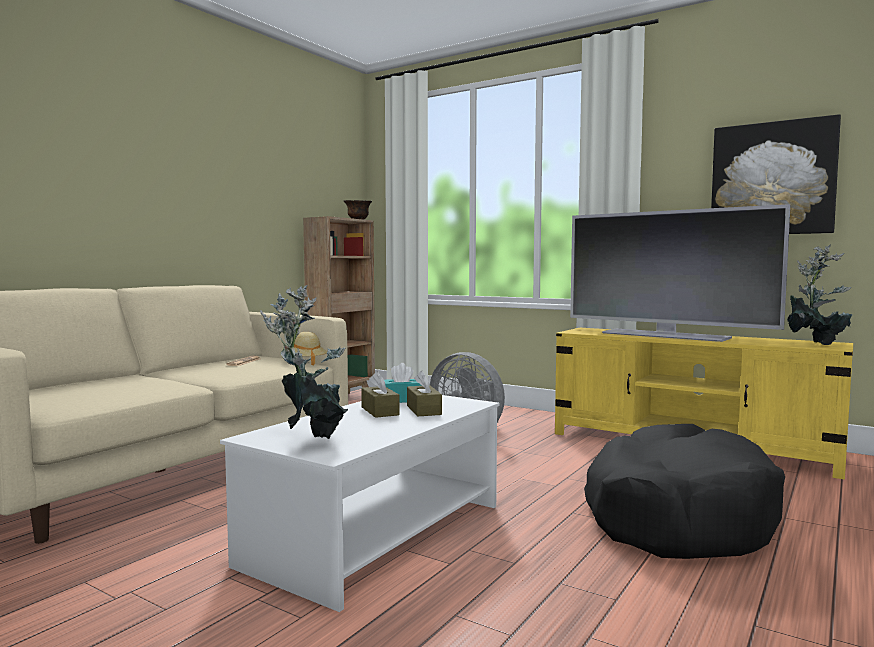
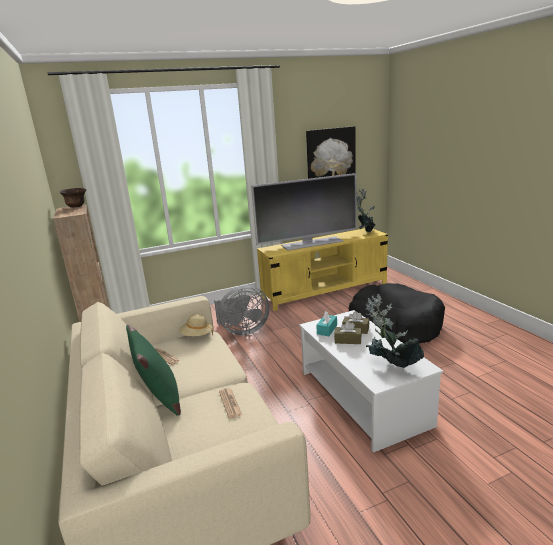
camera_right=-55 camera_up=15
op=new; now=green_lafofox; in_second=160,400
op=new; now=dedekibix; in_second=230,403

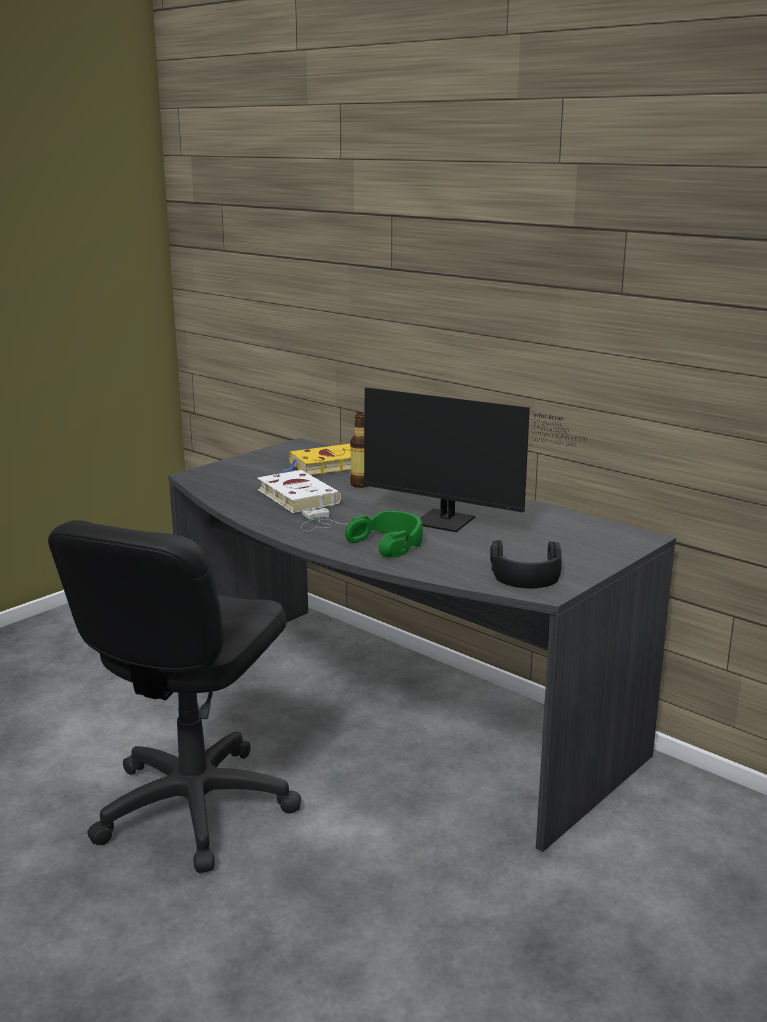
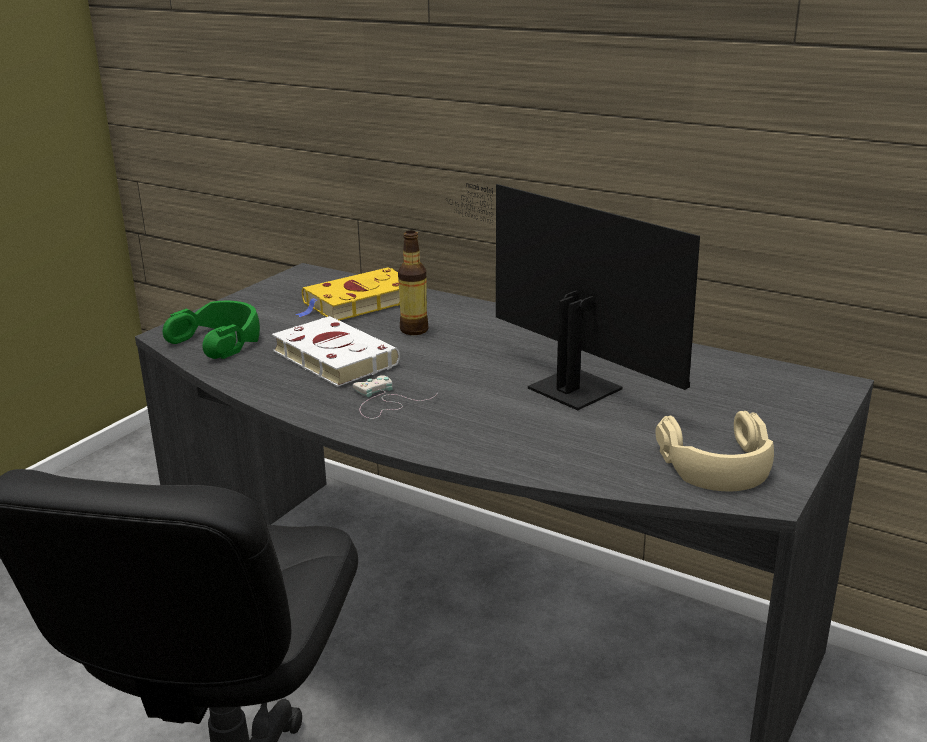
camera_right=-10 camera_up=5
op=shifted; was=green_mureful; in_first=388,543; in_second=219,341
op=repainted; was=black_mureful; now=beige_mureful; in_first=526,573; in_second=717,464
op=rotated; was=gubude; in_first=451,523; in_second=567,383; clockwise=-150

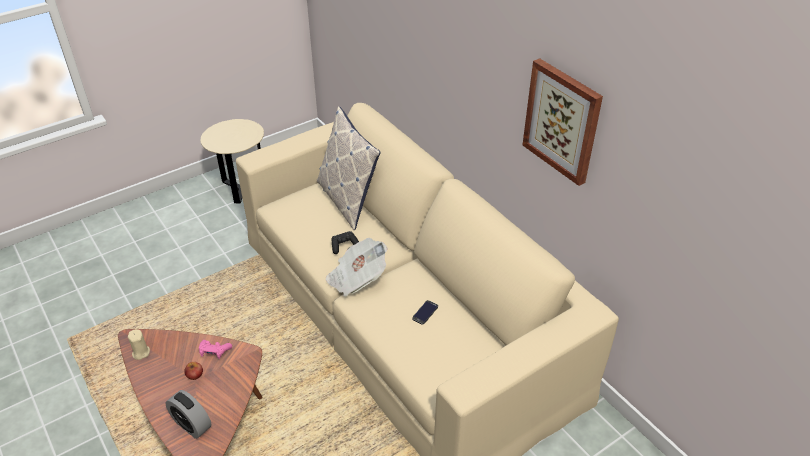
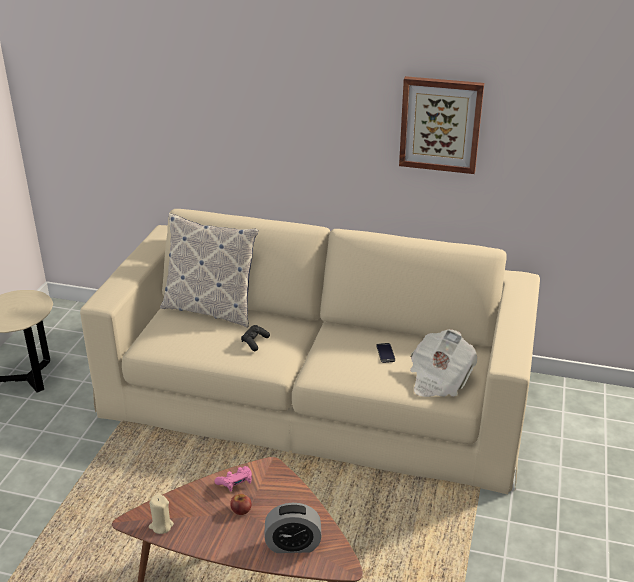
camera_right=-40 camera_up=-10
op=shifted; was=dedekibix; in_first=357,278; in_second=439,379

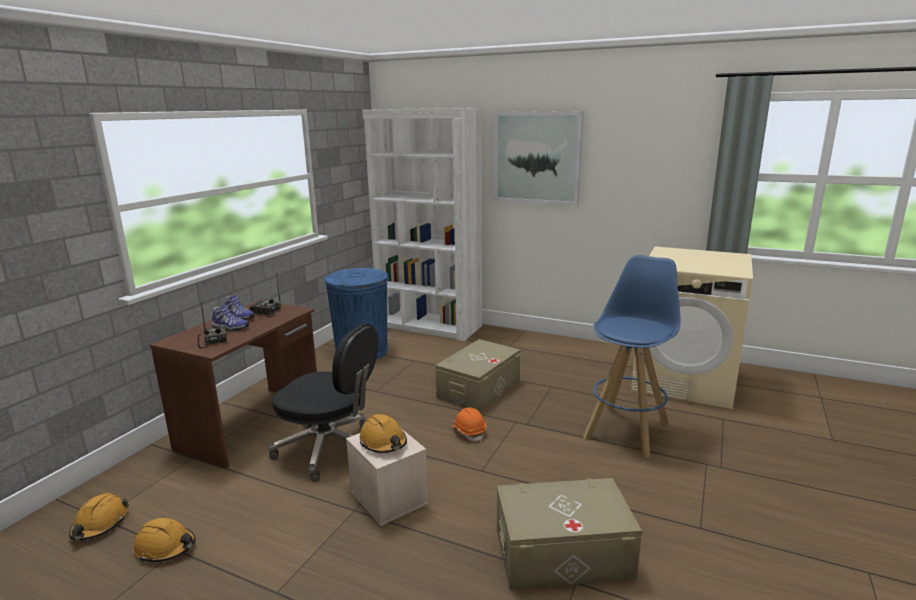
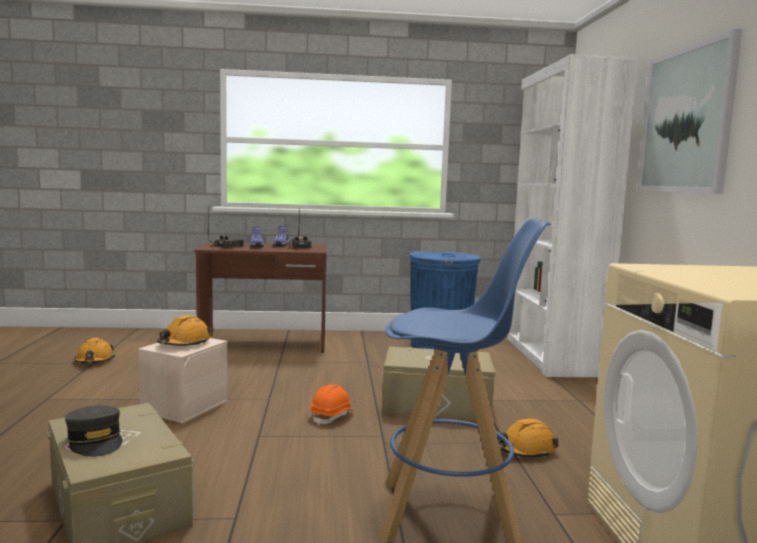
camera_right=60 camera_up=-10
op=gone; was=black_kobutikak; in_first=330,449
op=new; now=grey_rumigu; in_second=95,441
op=shifted; was=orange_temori; in_first=100,524; in_second=525,450

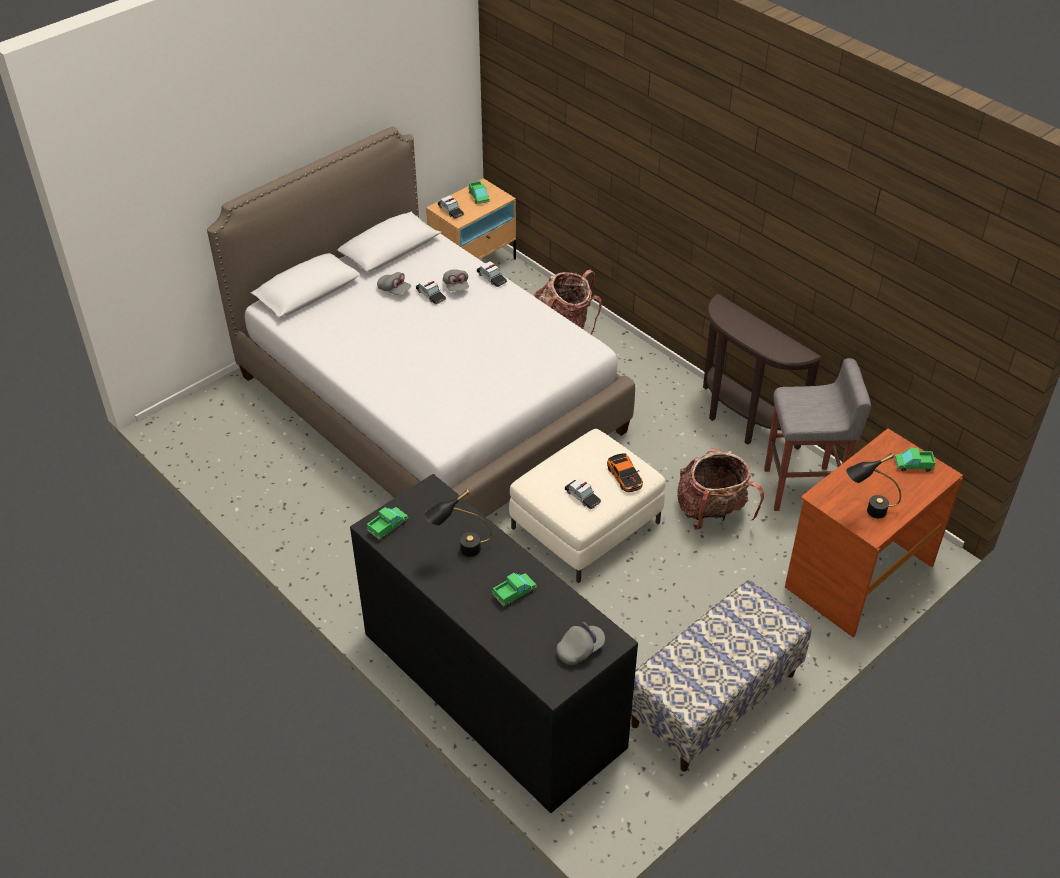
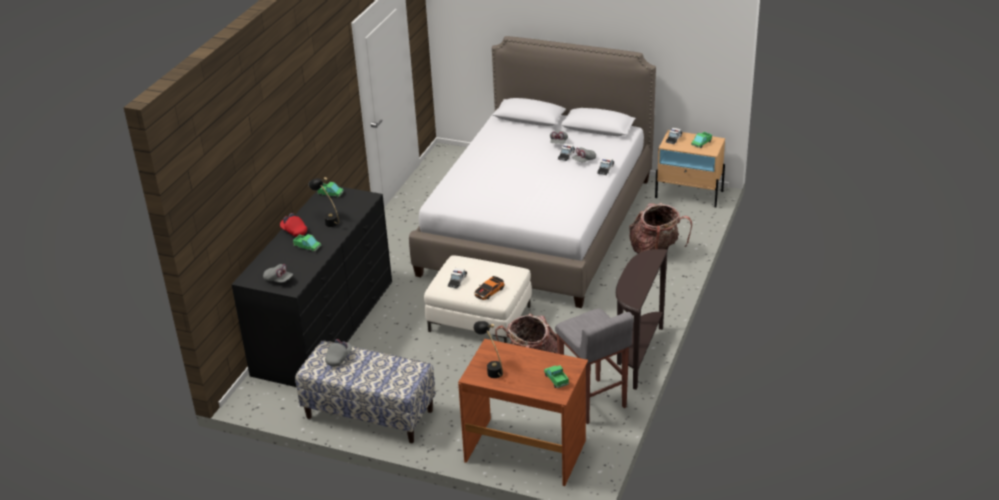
camera_right=65 camera_up=-10
op=new; now=red_rumigu; in_second=294,231
op=new; now=grey_rumigu; in_second=339,358

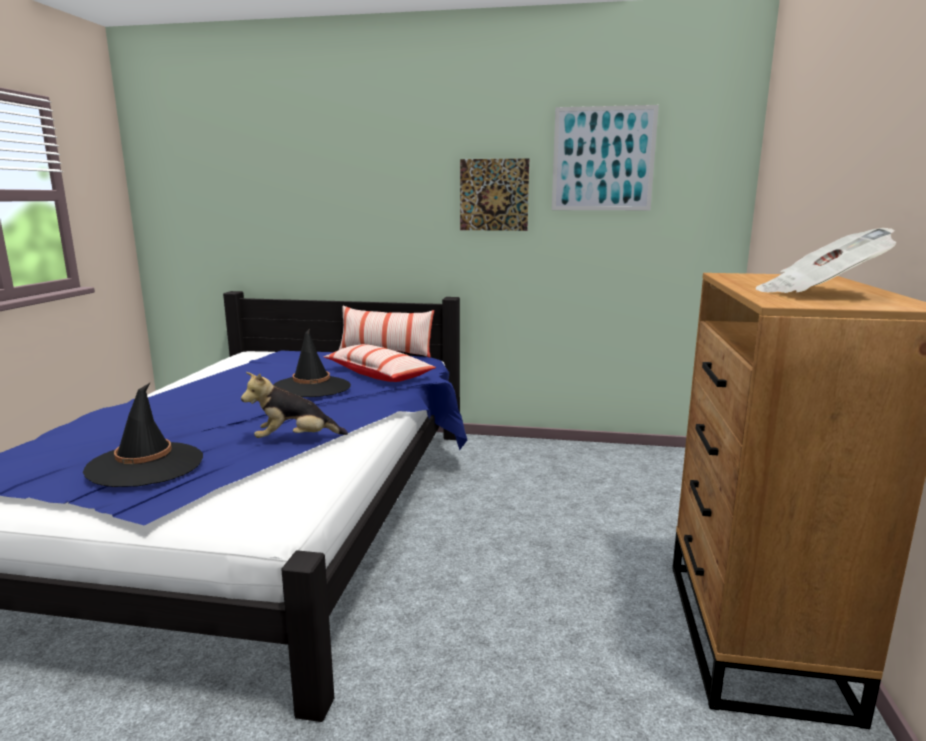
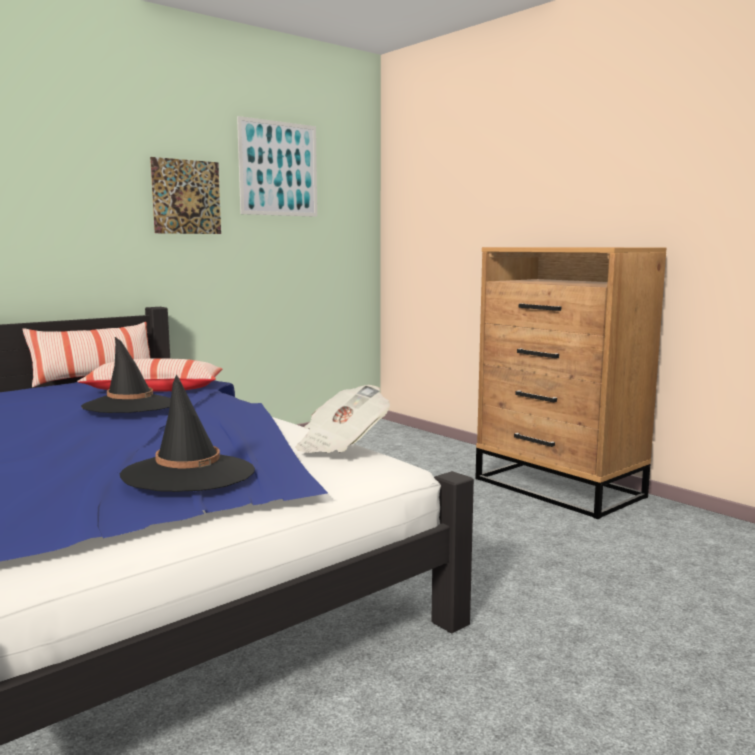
camera_right=-50 camera_up=-5
op=gone; was=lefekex; in_first=295,440
op=shifted; was=dedekibix; in_first=818,293; in_second=341,444

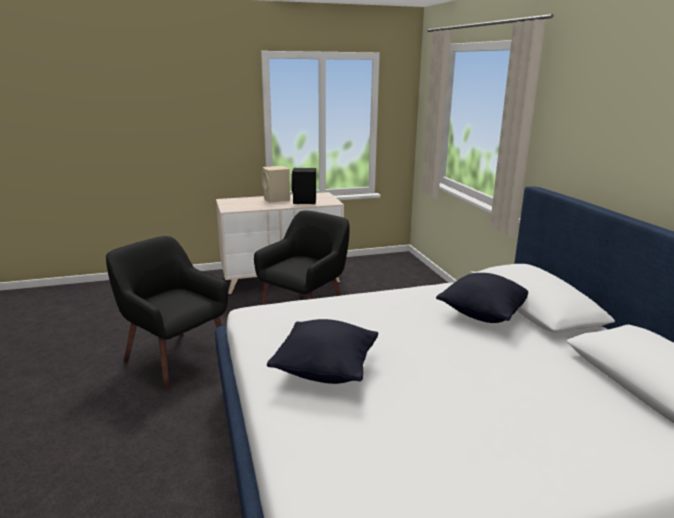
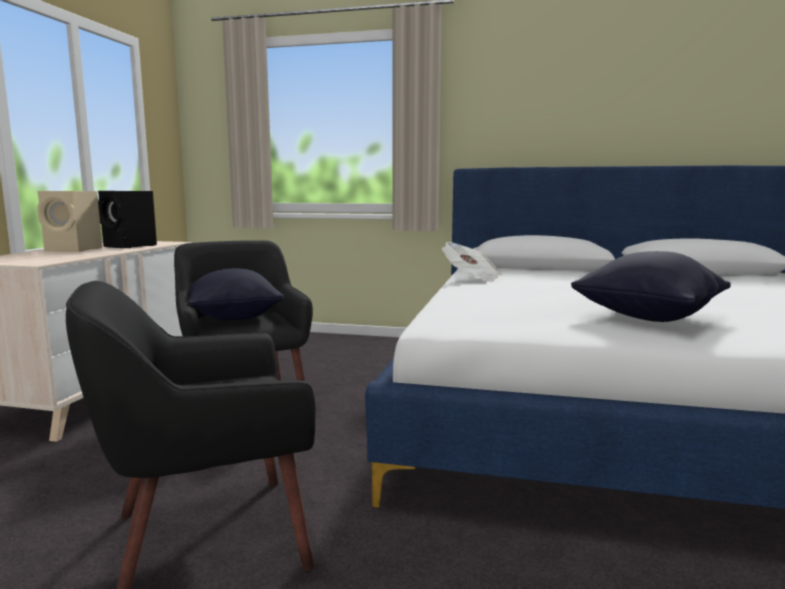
camera_right=-60 camera_up=-10
op=new; now=dedekibix; in_second=471,278
op=shifted; was=black_lafofox; in_first=483,314; in_second=234,317

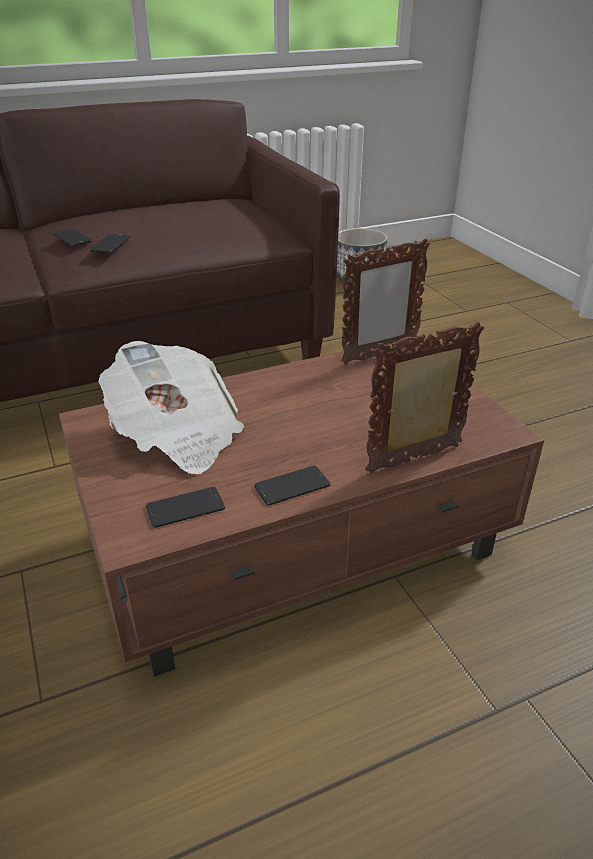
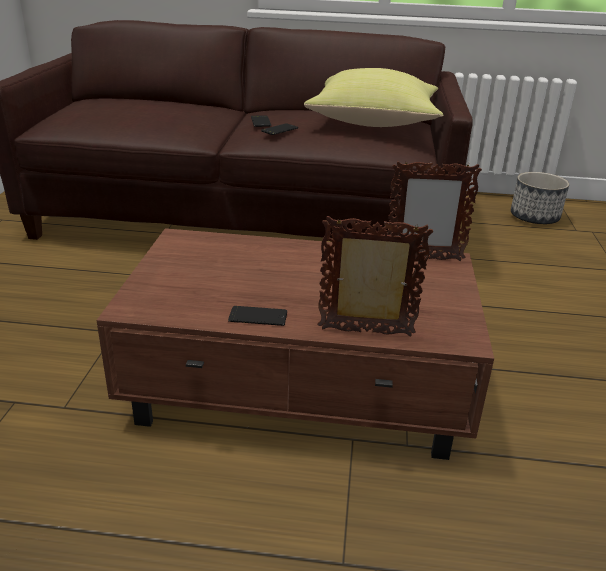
camera_right=30 camera_up=-5
op=gone; was=dedekibix; in_first=177,435
op=gone; was=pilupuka; in_first=185,508
op=new; now=yellow_lafofox; in_second=375,122

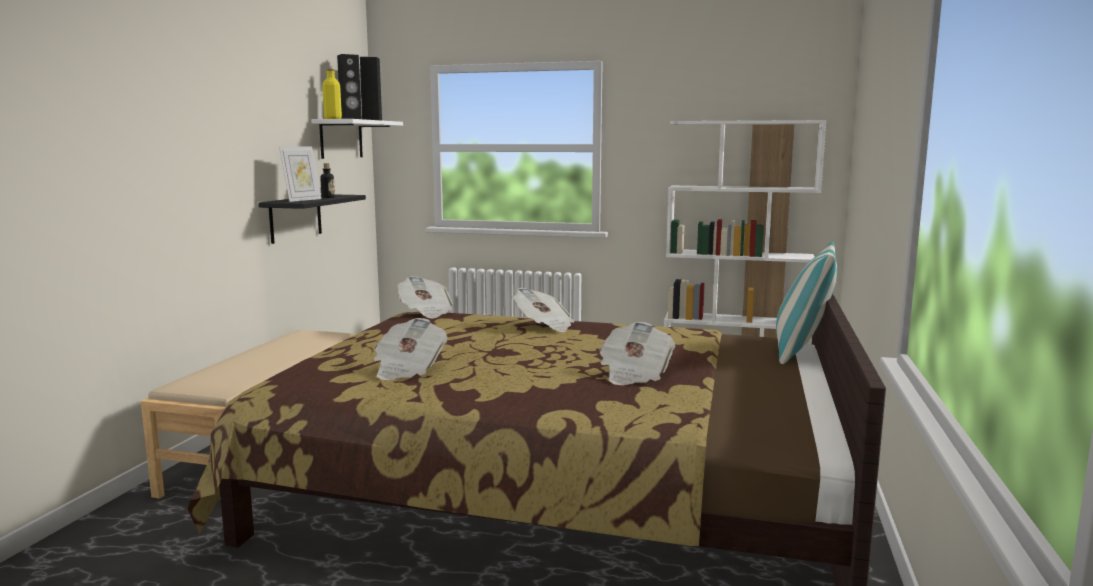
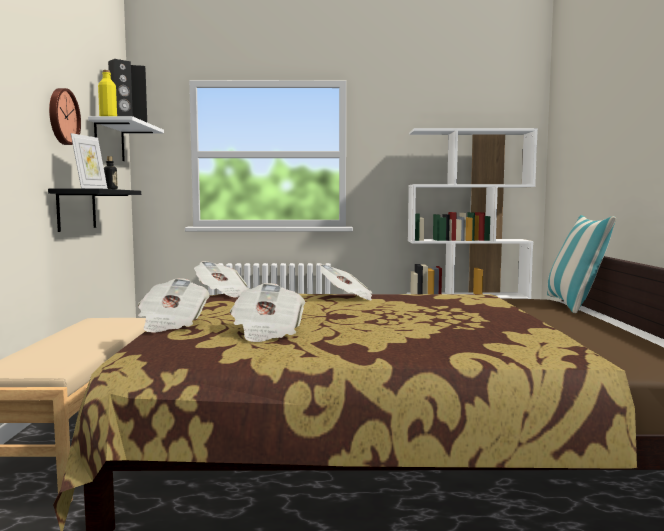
camera_right=-15 camera_up=-5
op=new; now=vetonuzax; in_second=62,116
op=shifted; was=dedekibix; in_first=634,374; in_second=171,324

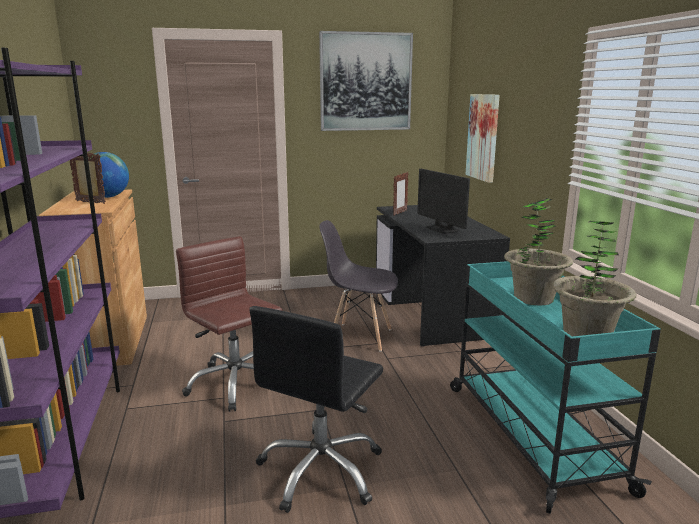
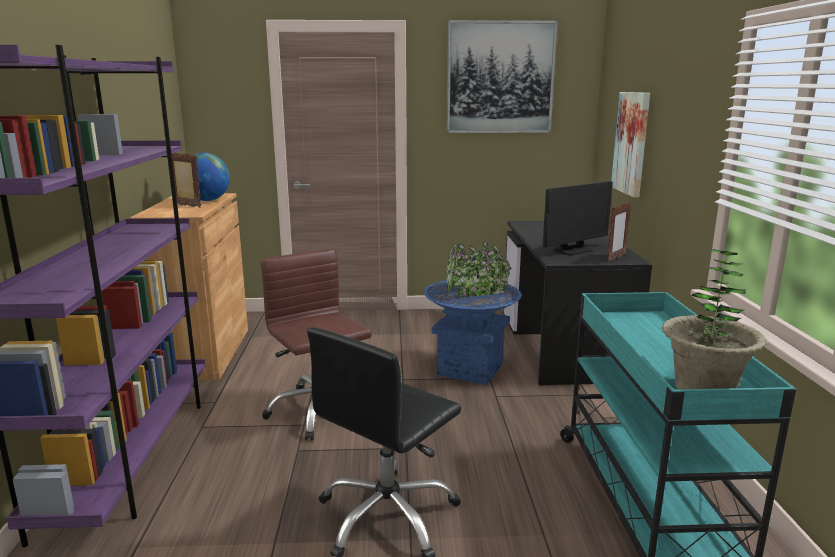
camera_right=10 camera_up=0
op=gone; was=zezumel; in_first=533,298
op=shifted; was=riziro; in_first=400,213; in_second=616,258
op=swapped; was=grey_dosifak; now=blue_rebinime; in_first=359,337; in_second=470,369
op=rotated; was=gubude; in_first=442,229; in_second=573,250; clockwise=-105

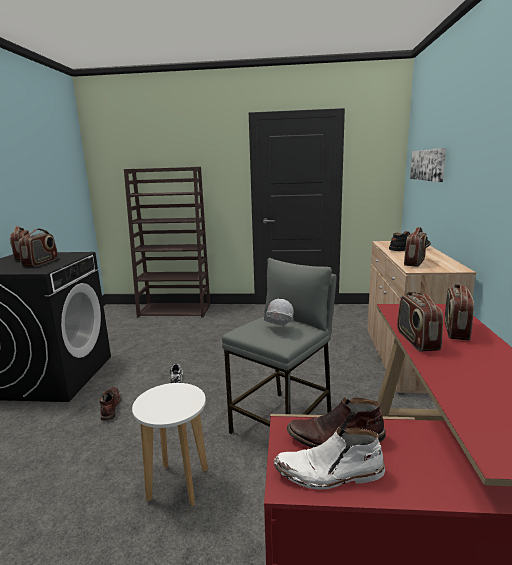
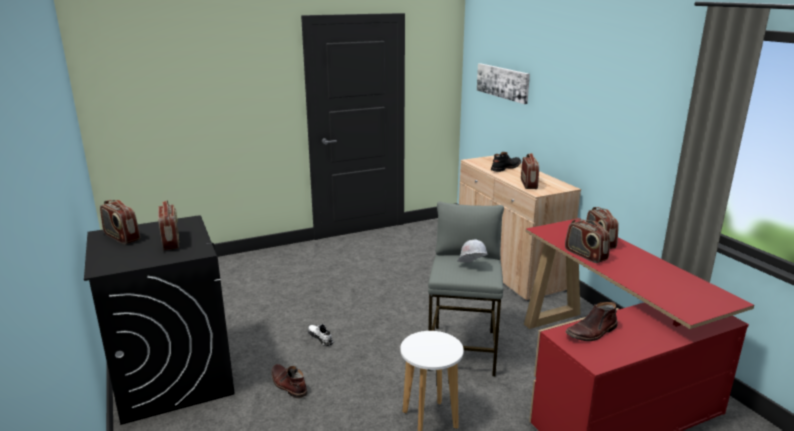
camera_right=-30 camera_up=5
op=gone; was=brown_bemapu; in_first=175,310
op=gone; was=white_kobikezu; in_first=329,473

